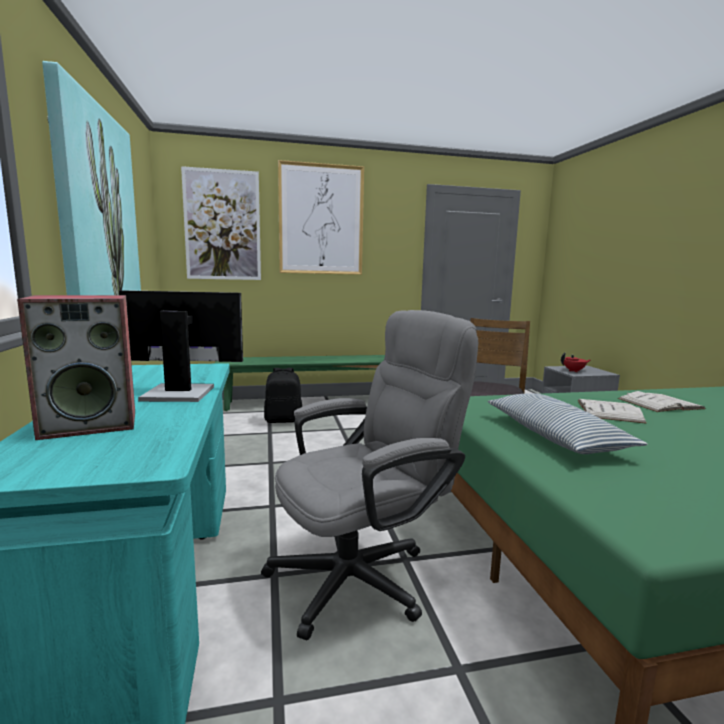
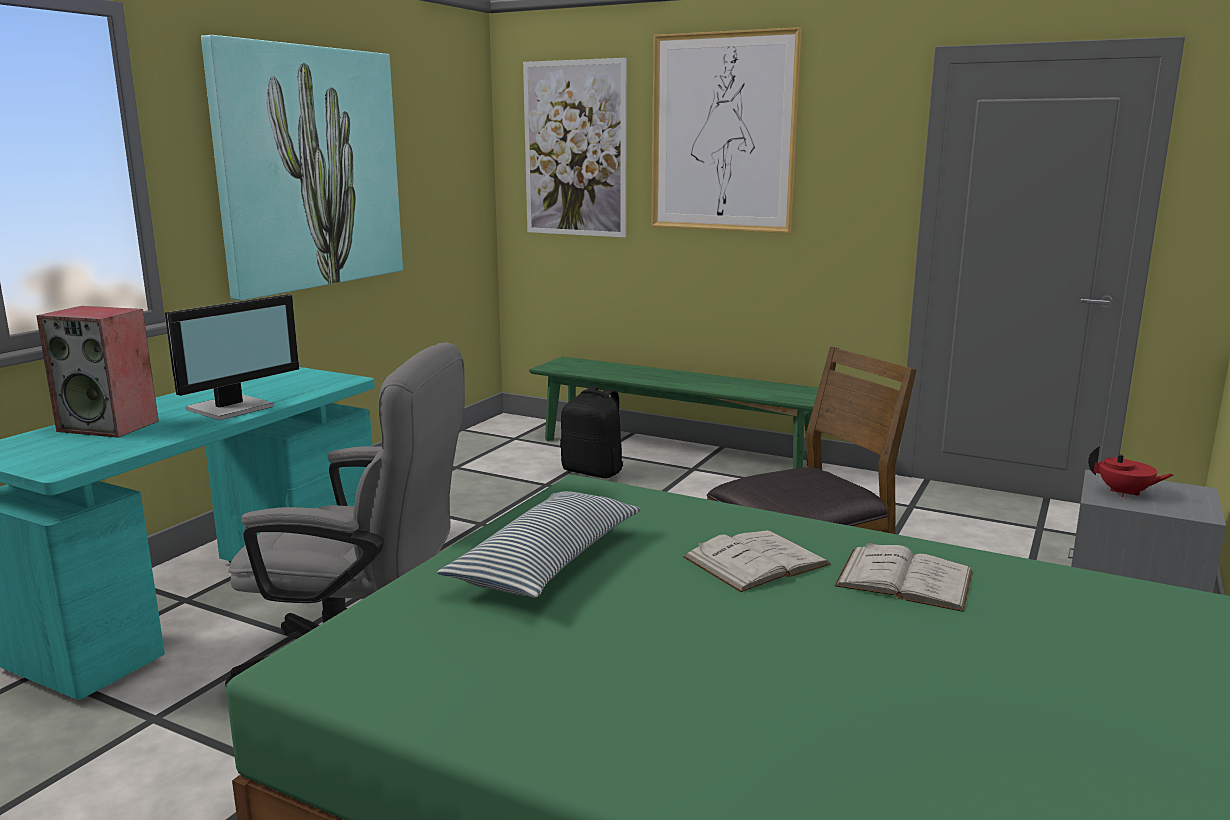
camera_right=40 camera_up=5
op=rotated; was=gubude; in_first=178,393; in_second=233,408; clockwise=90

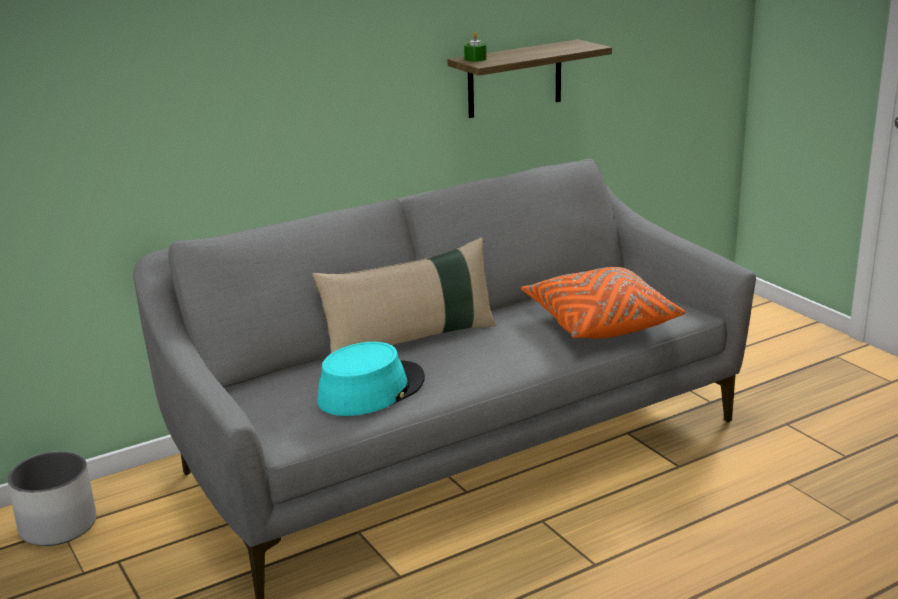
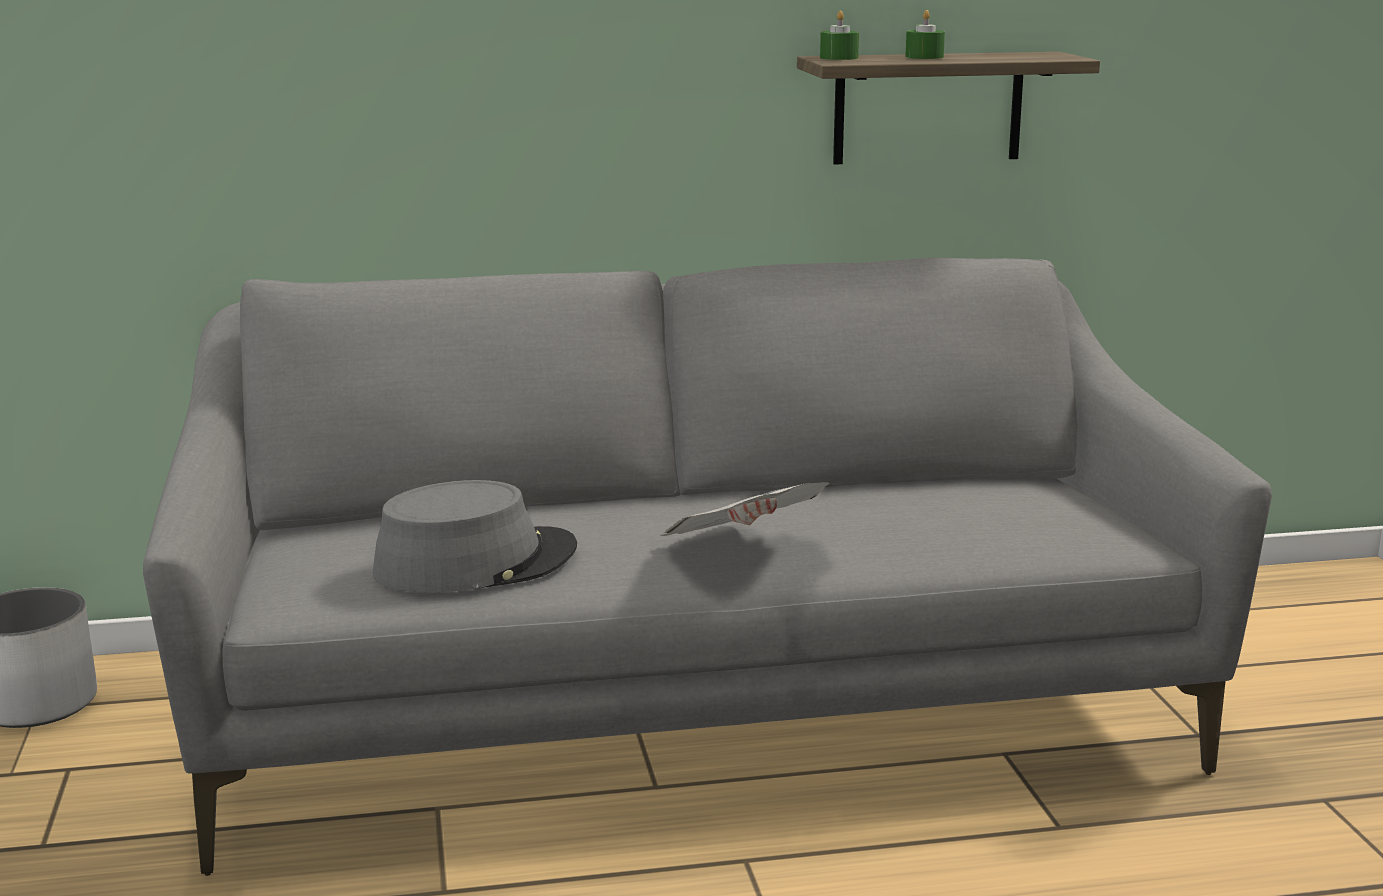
camera_right=20 camera_up=-5
op=gone; was=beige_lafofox; in_first=410,340
op=gone; was=orange_lafofox; in_first=599,322
op=new; now=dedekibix; in_second=742,553
op=new; now=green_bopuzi; in_second=924,57
op=repainted; was=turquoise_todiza; now=grey_todiza; in_first=371,390; in_second=475,562

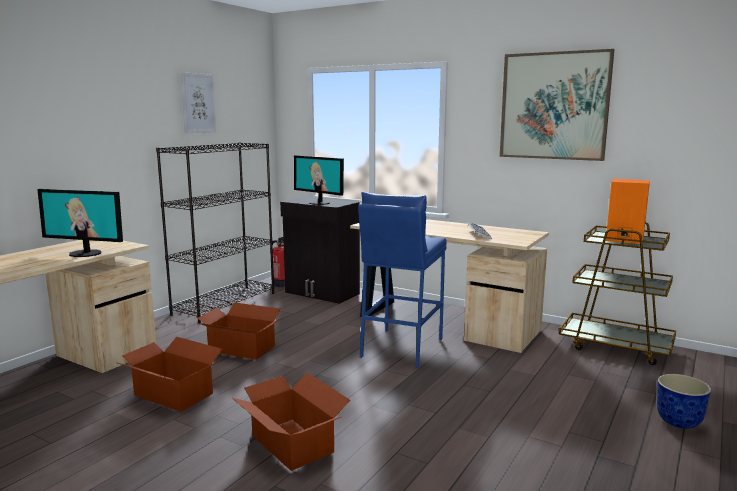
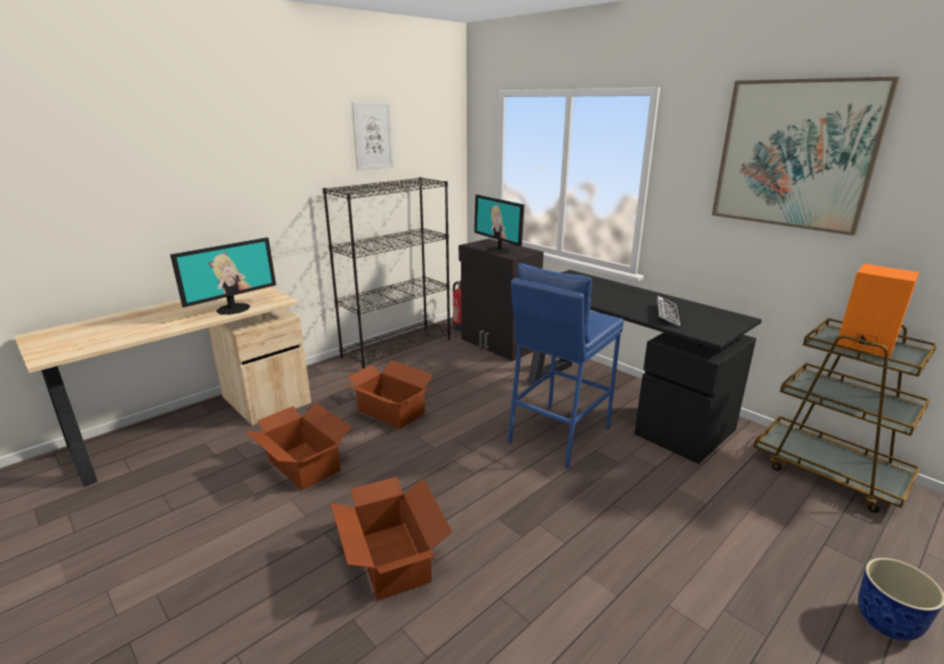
camera_right=15 camera_up=10
op=repainted; was=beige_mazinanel; now=black_mazinanel; in_first=444,322; in_second=619,403
op=rotated; was=gubude; in_first=86,253; in_second=233,309; clockwise=-75

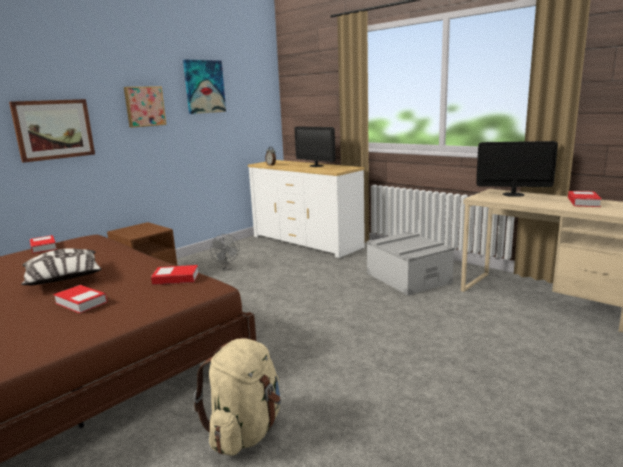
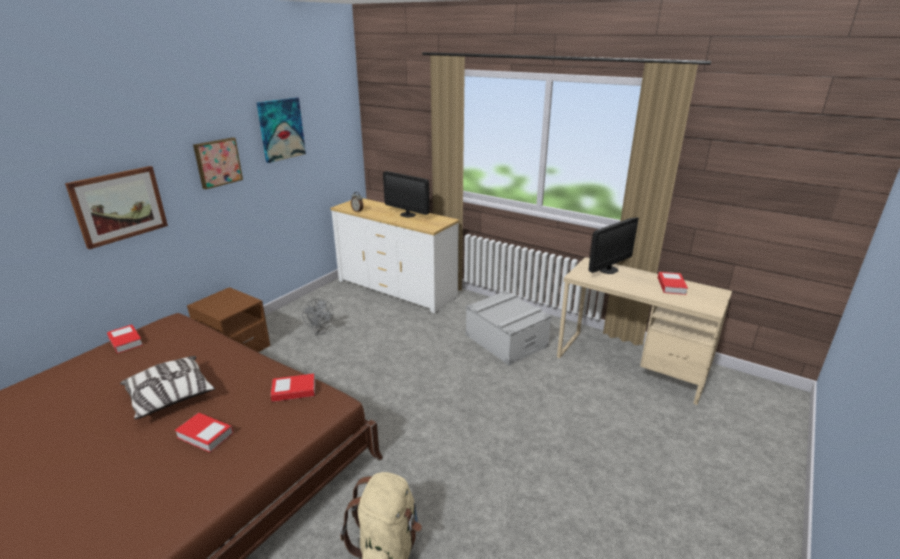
camera_right=-10 camera_up=10
op=rotated; was=gubude; in_first=513,194; in_second=608,270; clockwise=135

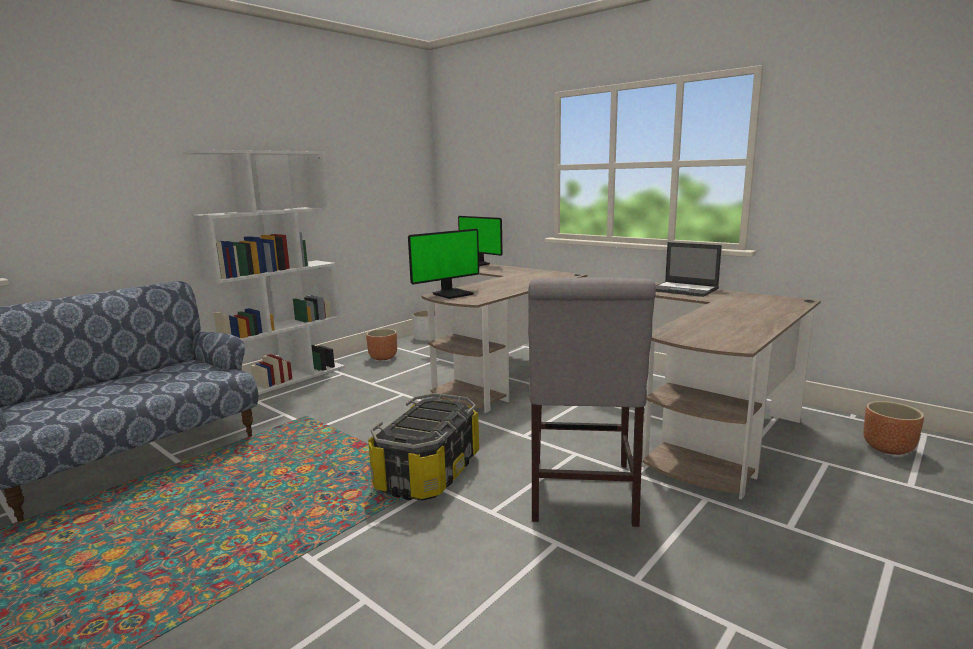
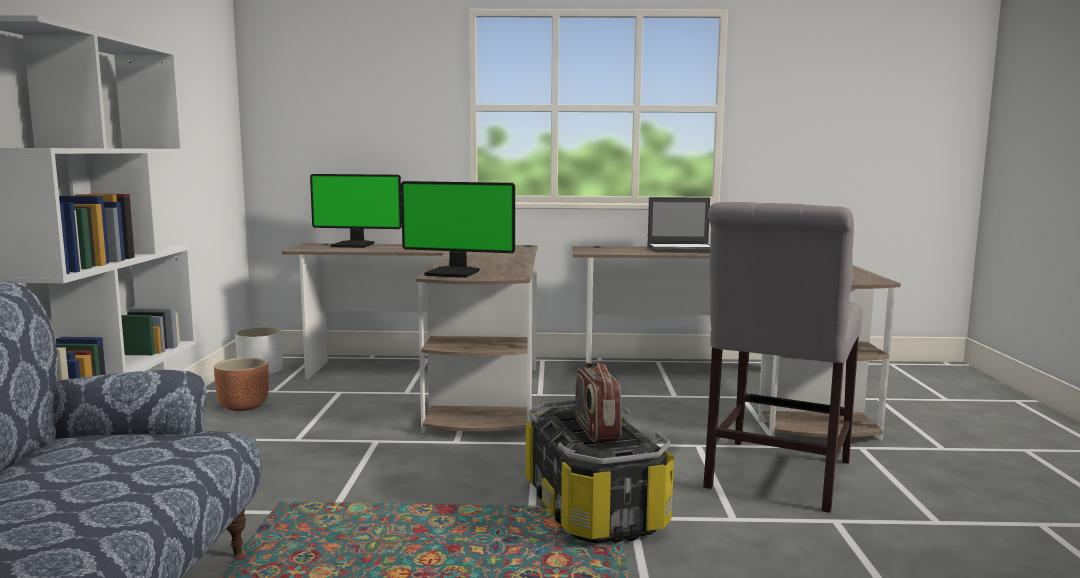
camera_right=-40 camera_up=-5
op=gone; was=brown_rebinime; in_first=887,448
op=new; now=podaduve; in_second=596,430
op=rotated; was=gubude; in_first=452,294; in_second=454,273; clockwise=90
op=rotated; was=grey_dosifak; in_first=581,495; in_second=775,477; clockwise=60

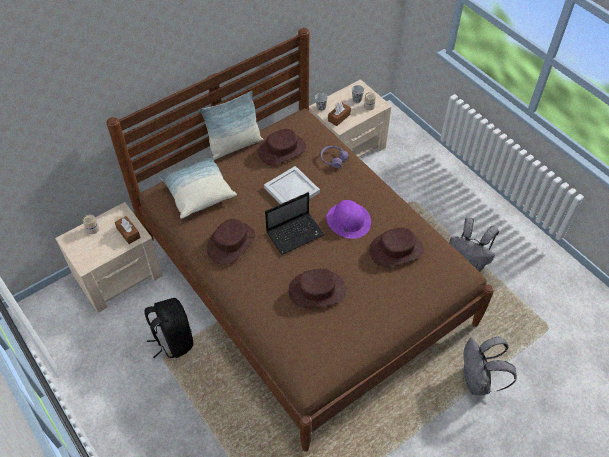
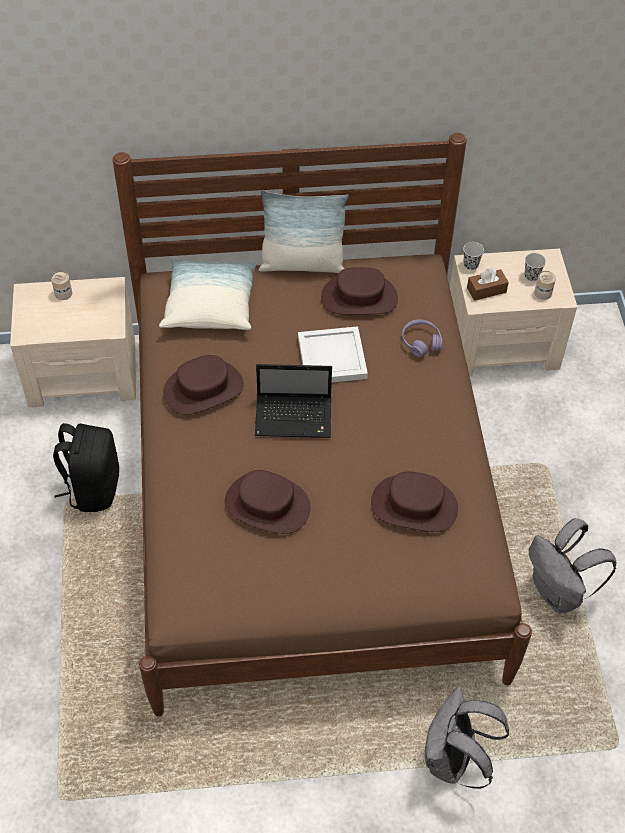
camera_right=30 camera_up=0
op=gone; was=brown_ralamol; in_first=128,233
op=gone; was=purple_todiza; in_first=348,220

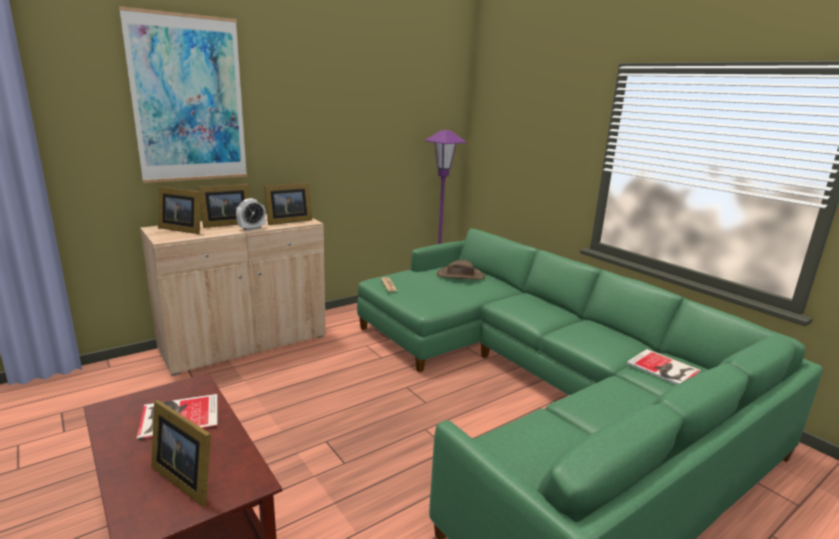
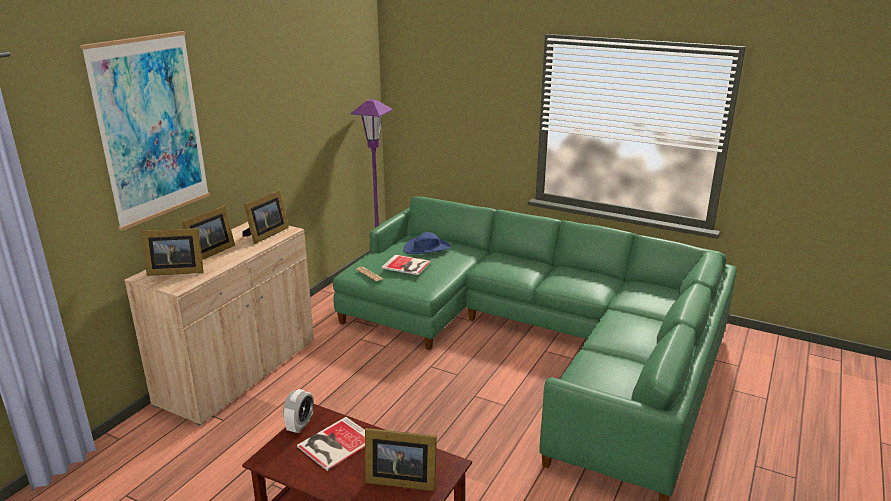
camera_right=-25 camera_up=5
op=shifted; was=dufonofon; in_first=252,228; in_second=300,425
op=shifted; was=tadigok; in_first=664,368; in_second=407,265
op=repainted; was=brown_todiza; now=blue_todiza; in_first=460,275; in_second=427,248

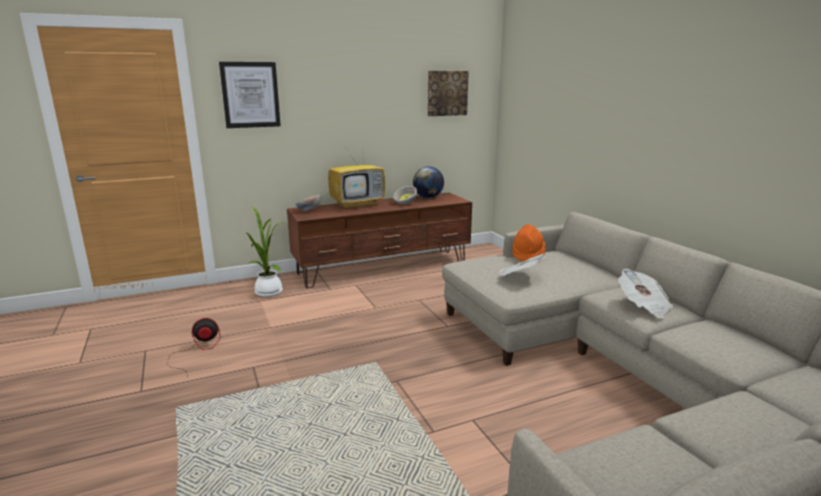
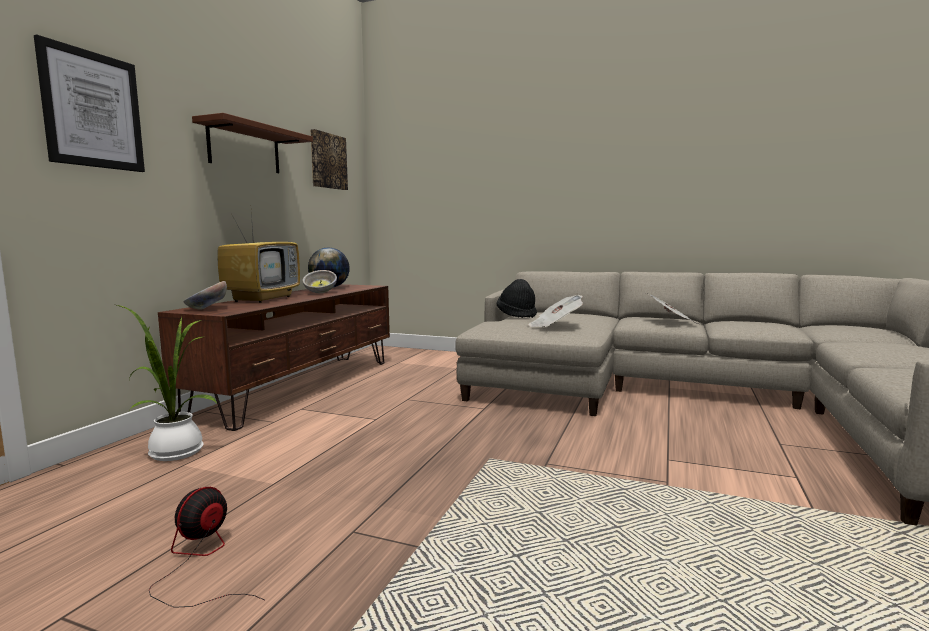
camera_right=-45 camera_up=-10
op=new; now=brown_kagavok; in_second=244,148
op=repainted; was=orange_todiza; now=black_todiza; in_first=527,255; in_second=517,315

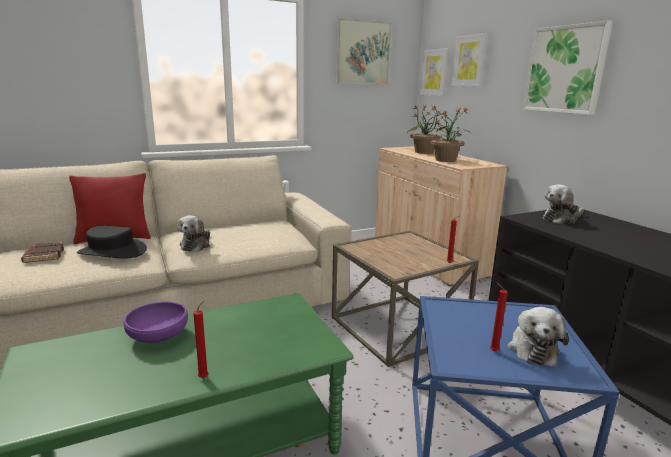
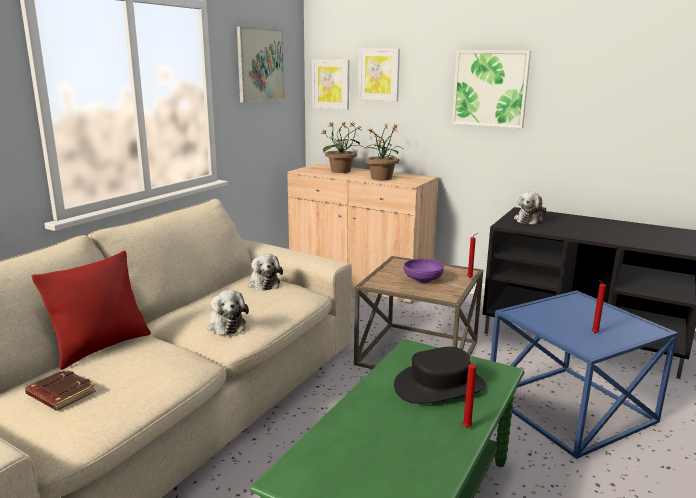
camera_right=-35 camera_up=0
op=shifted; was=black_todiza; in_first=112,252; in_second=439,386
op=shifted; was=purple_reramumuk; in_first=158,336; in_second=423,280
op=shifted; was=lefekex; in_first=532,348; in_second=264,283

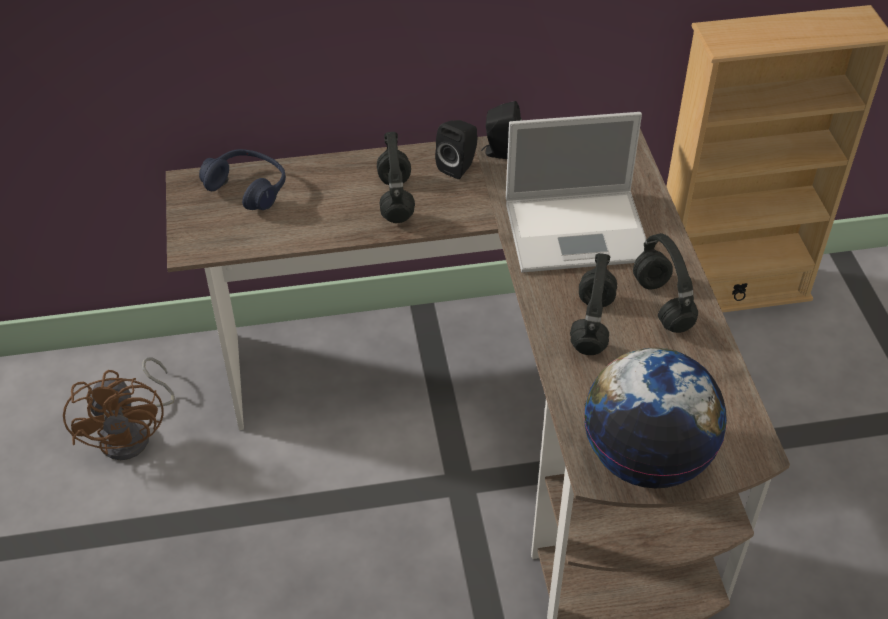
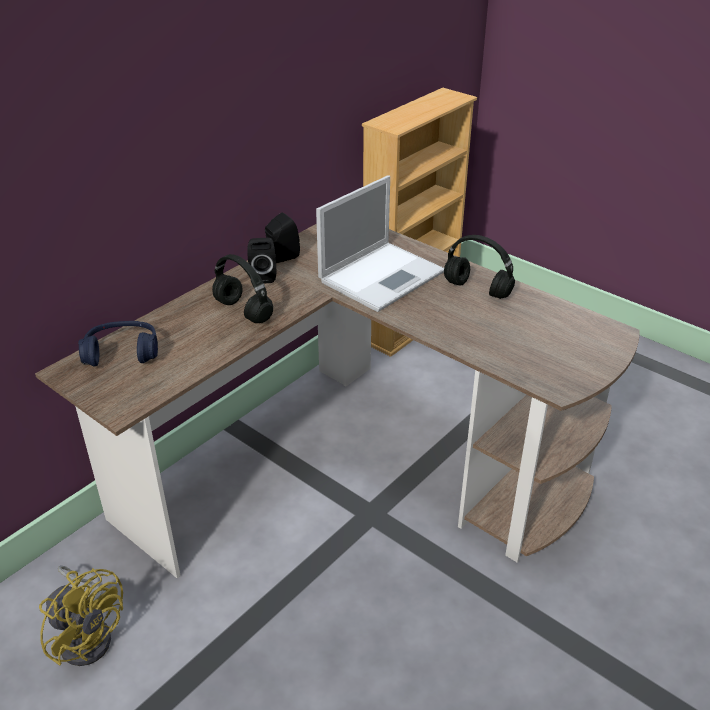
camera_right=-40 camera_up=-10
op=gone; was=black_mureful; in_first=591,323
op=gone; was=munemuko; in_first=646,458
op=repainted; was=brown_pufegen; now=yellow_pufegen; in_first=134,433; in_second=88,634

